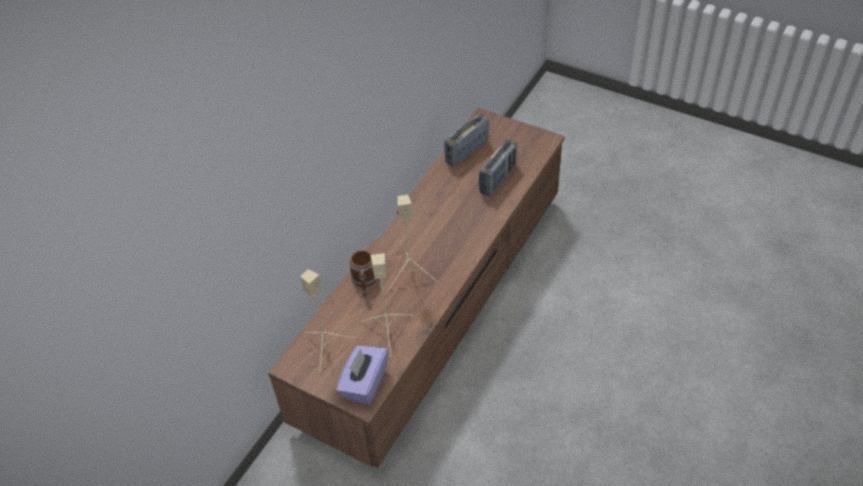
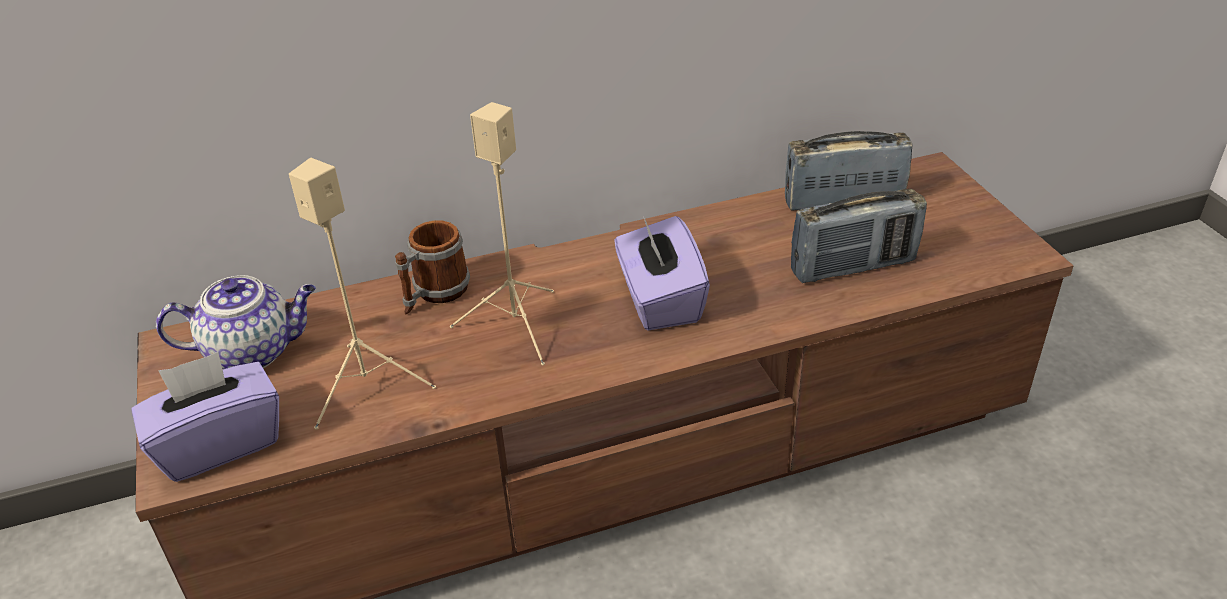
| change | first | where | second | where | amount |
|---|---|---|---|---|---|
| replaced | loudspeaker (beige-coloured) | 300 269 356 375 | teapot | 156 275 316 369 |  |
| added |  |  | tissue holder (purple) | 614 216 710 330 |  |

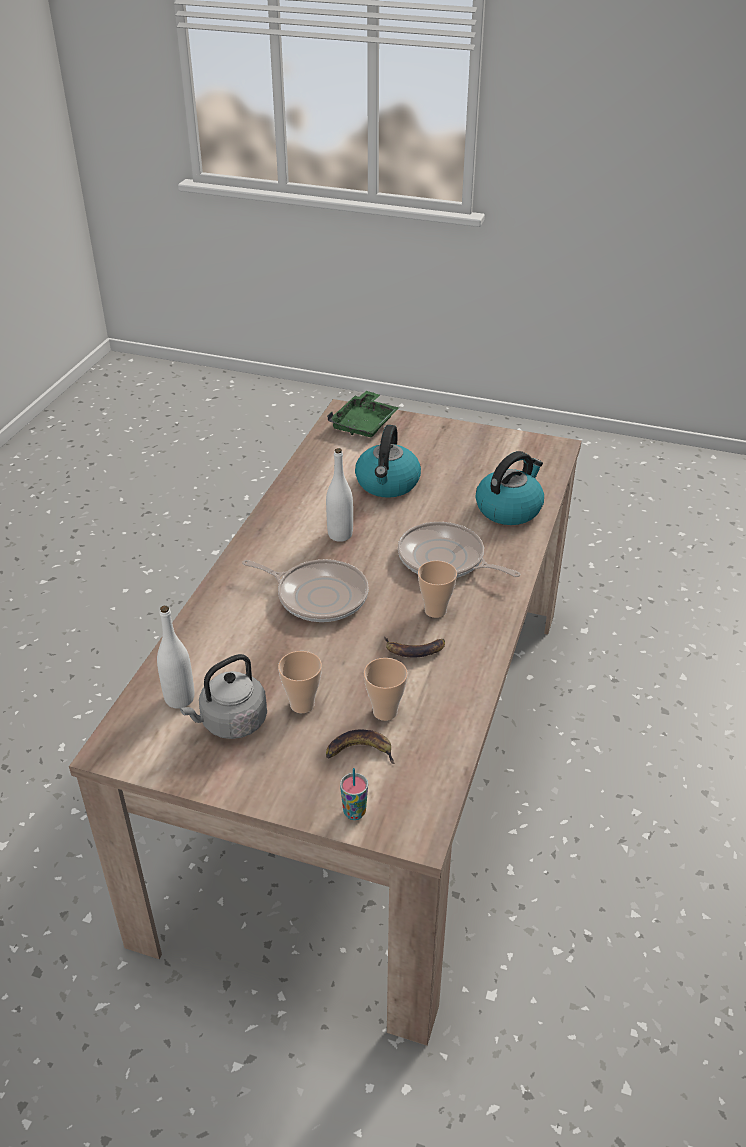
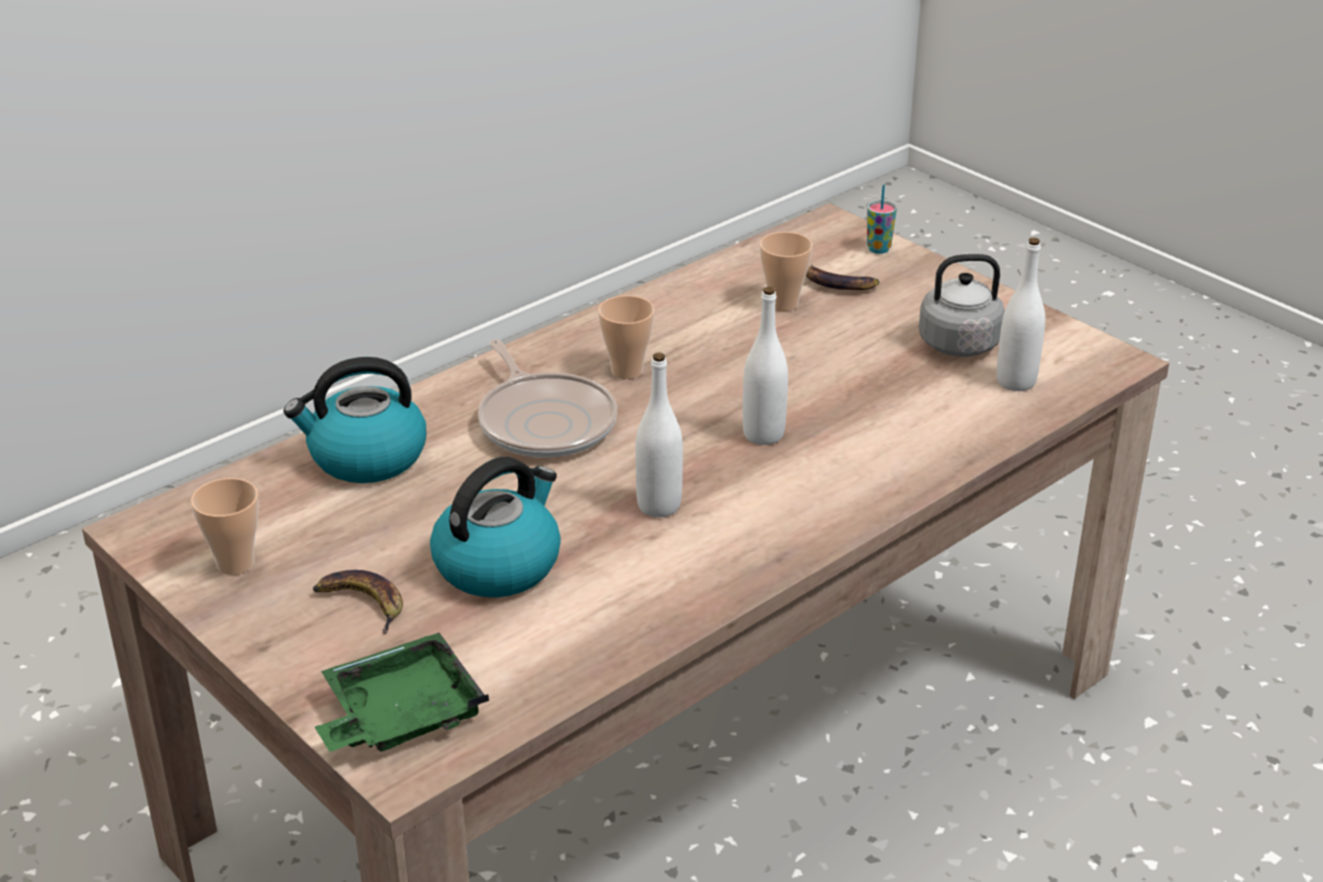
| change | first | where | second | where | amount |
|---|---|---|---|---|---|
| replaced | frying pan | 242 559 369 622 | bottle (white-coloured) | 743 287 788 445 |  |
| moved | drinking cup | 278 651 322 713 |  | 191 478 259 575 |  |
| moved | whole banana | 384 637 445 657 |  | 313 570 403 634 |  |

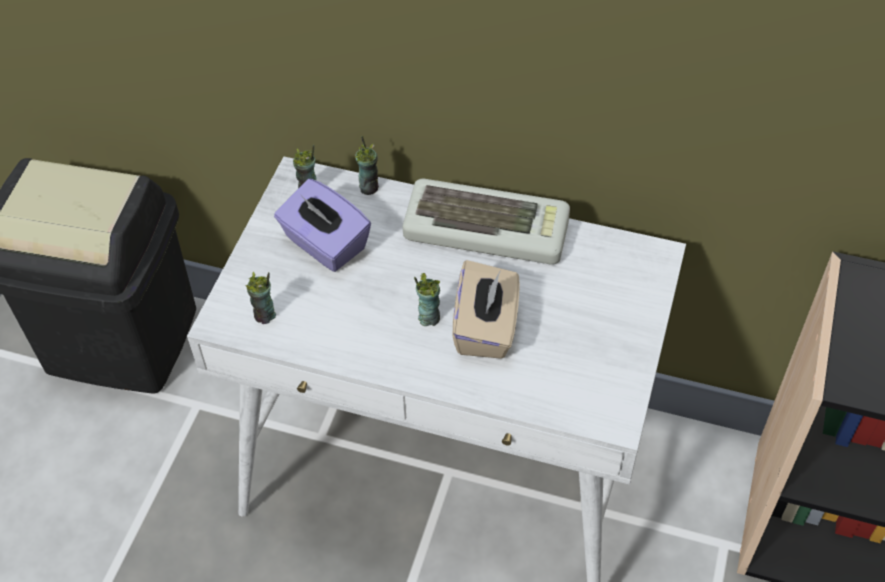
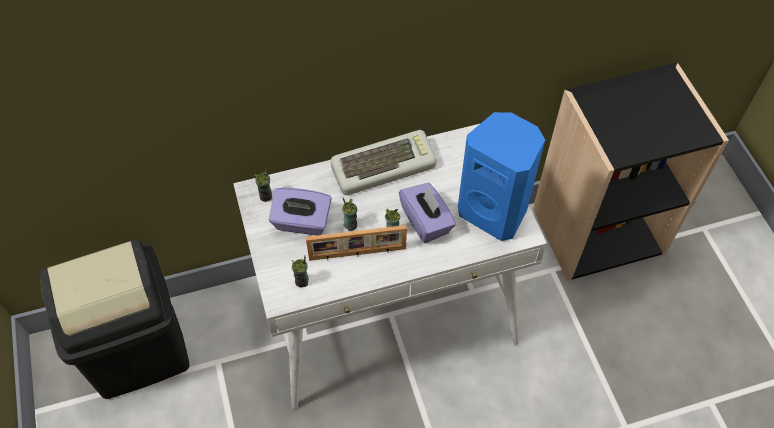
| change | first | where | second | where | amount |
|---|---|---|---|---|---|
| moved | drinking cup | 355 136 379 195 |  | 342 198 357 231 |  |
| recoloured | tissue holder (beige-coloured) | 453 260 520 359 | tissue holder (purple) | 399 183 456 243 |  |
| added |  |  | photo frame | 306 225 407 261 |  |
| added |  |  | loudspeaker (blue) | 458 112 545 241 |  |

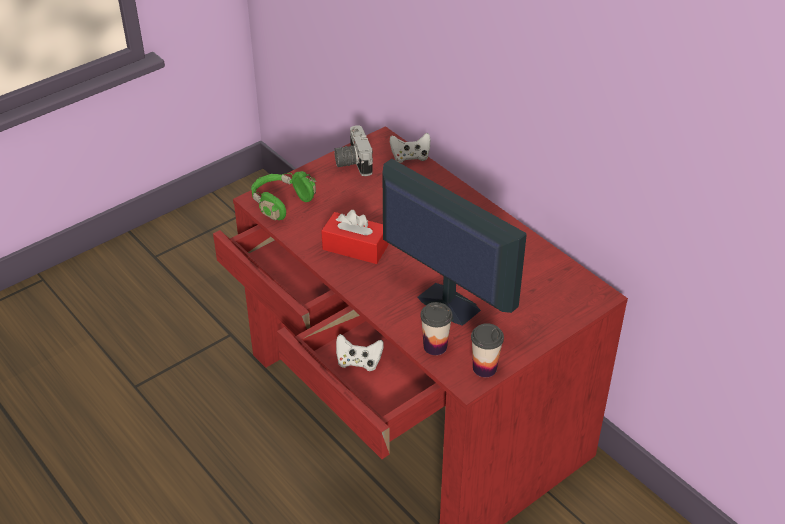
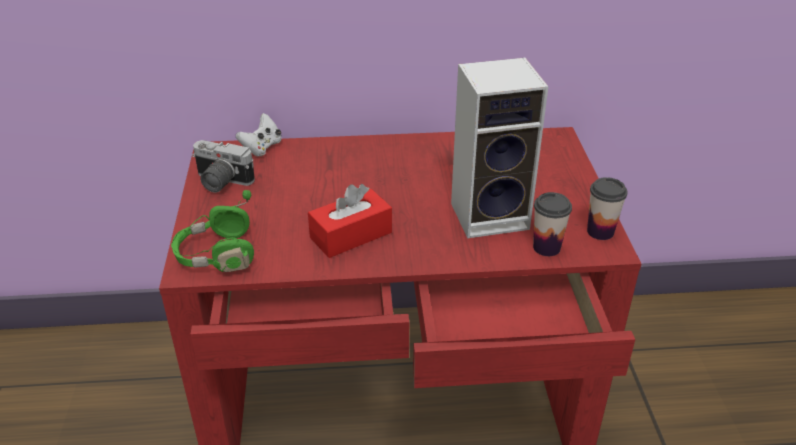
| change | first | where | second | where | amount |
|---|---|---|---|---|---|
| removed | game controller (white-coloured) | 336 334 384 371 |  |  |  |
| replaced | computer display | 383 159 527 326 | loudspeaker | 451 58 548 239 |  |

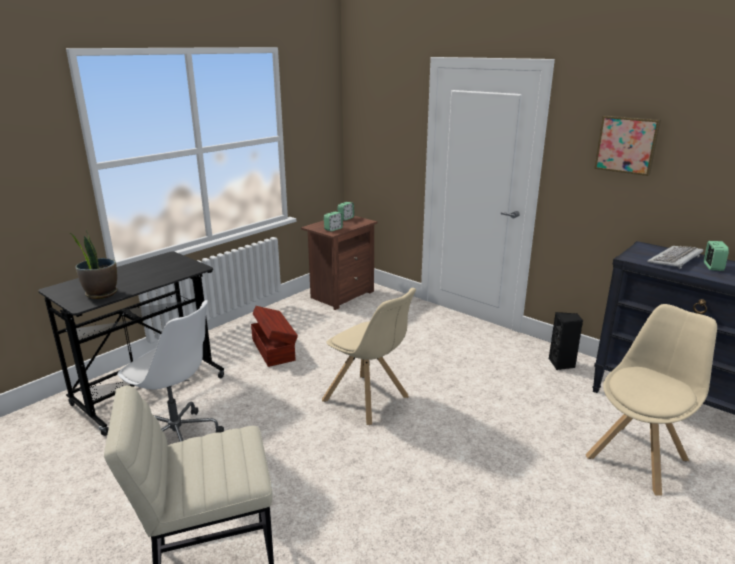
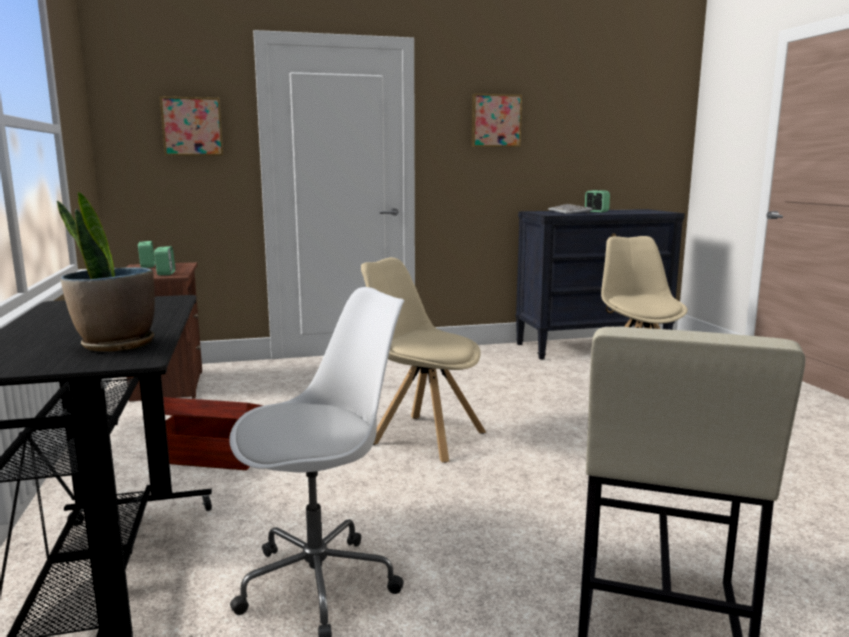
| change | first | where | second | where | amount |
|---|---|---|---|---|---|
| turned | plain chair (beige-coloured) | 322 288 416 425 |  | 361 257 486 463 | 135 degrees counterclockwise |
| removed | loudspeaker (black-coloured) | 549 312 583 370 |  |  |  |
| added |  |  | wall art | 160 96 224 156 |  |

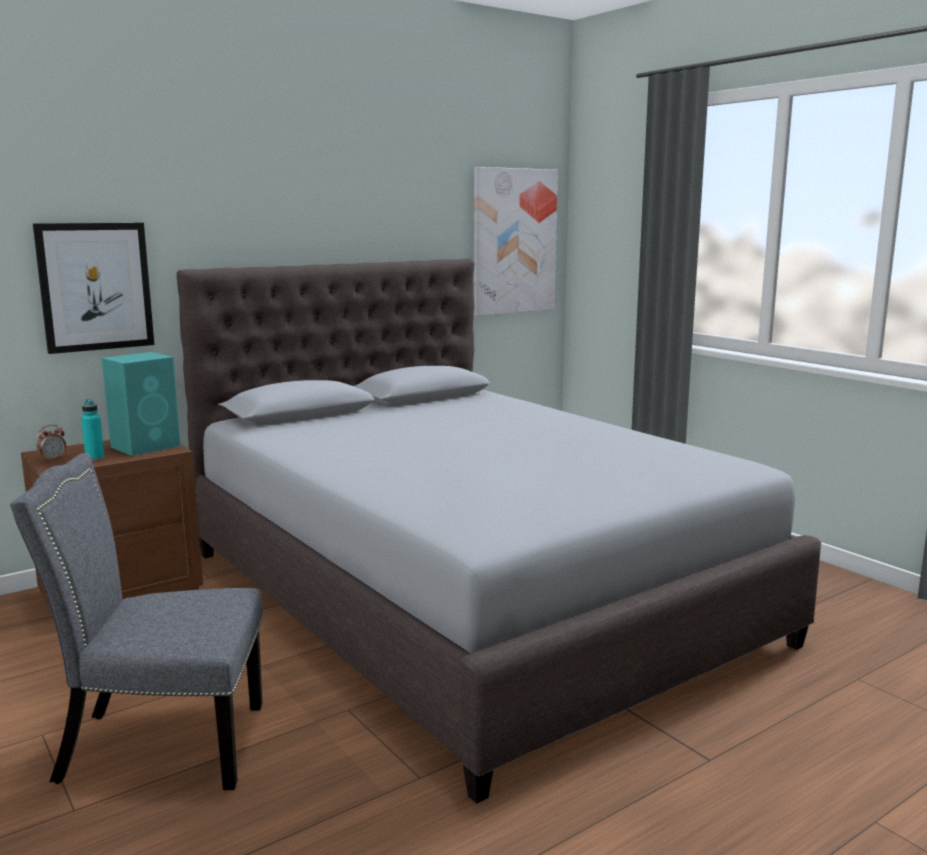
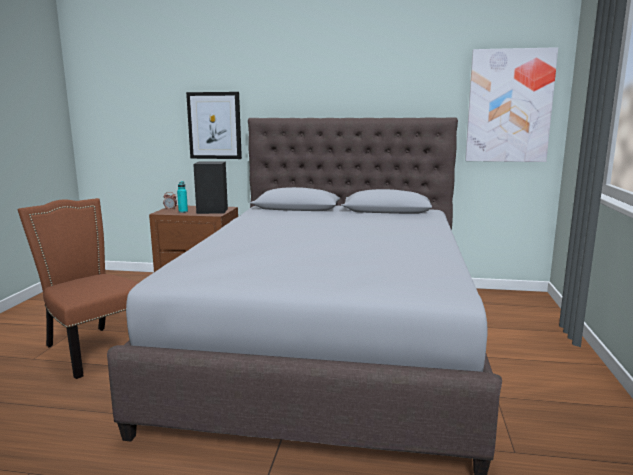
| change | first | where | second | where | amount |
|---|---|---|---|---|---|
| recoloured | plain chair (grey) | 10 453 264 790 | plain chair (brown) | 18 198 139 379 |  |
| recoloured | loudspeaker (turquoise-coloured) | 102 352 181 456 | loudspeaker (black-coloured) | 193 161 228 214 |  |

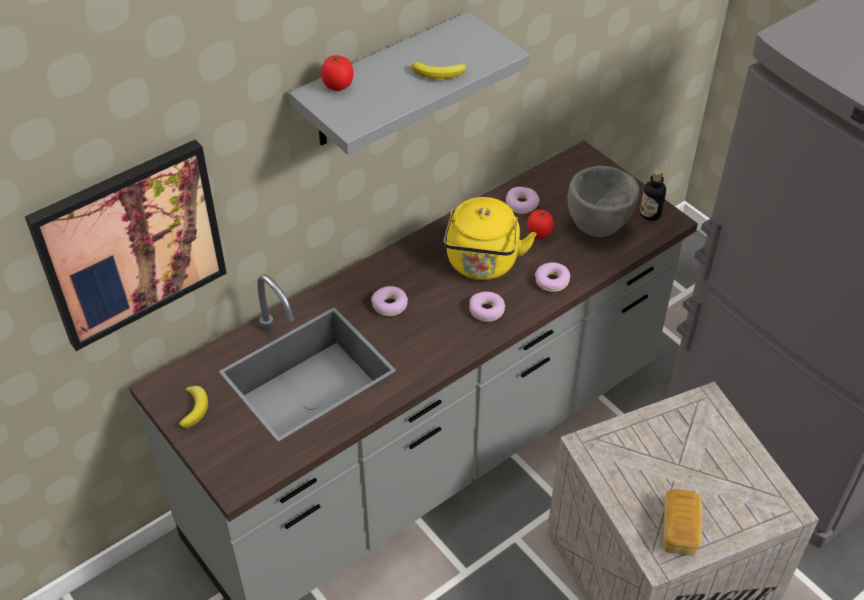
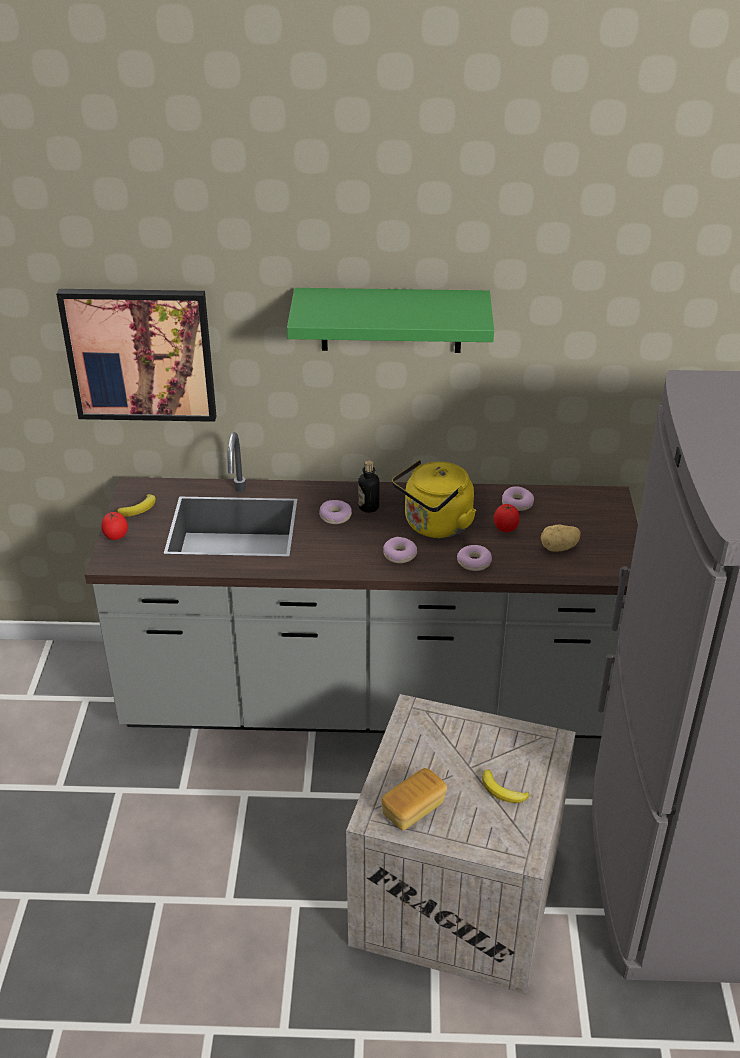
| change | first | where | second | where | amount |
|---|---|---|---|---|---|
| recoloured | shelf (grey) | 289 12 530 155 | shelf (green-coloured) | 287 288 494 353 |  |
| moved | fresh tomato | 321 55 353 91 |  | 101 512 128 540 |  |
| moved | whole banana | 412 61 466 79 |  | 482 770 529 803 |  |
| replaced | serving bowl (grey) | 568 166 640 237 | potato | 541 525 581 552 |  |
| moved | bottle | 640 169 666 221 |  | 358 460 379 513 |  |

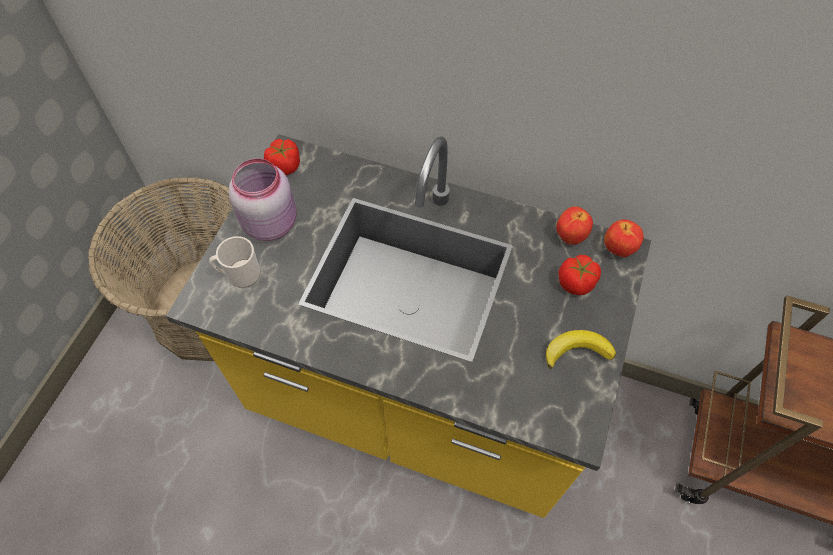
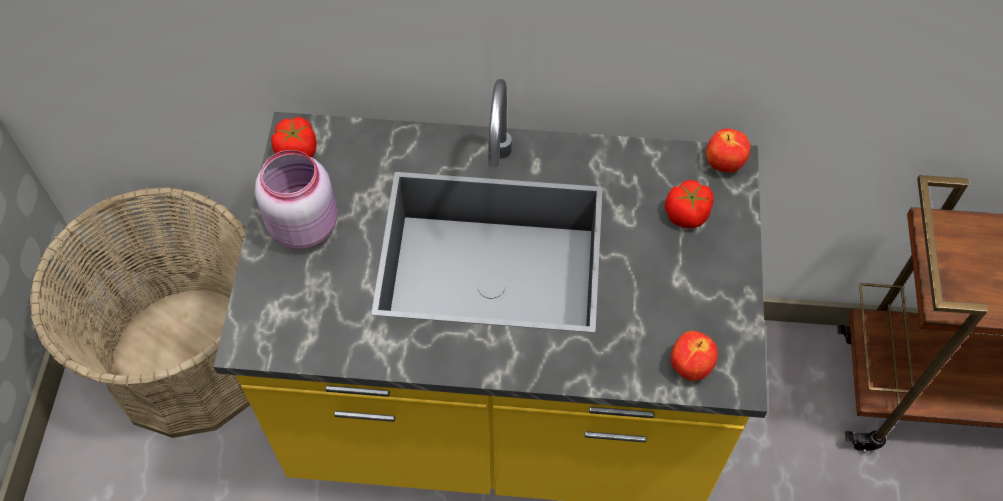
| change | first | where | second | where | amount |
|---|---|---|---|---|---|
| removed | tea mug | 209 236 260 288 |  |  |  |
| removed | whole banana | 546 330 616 369 |  |  |  |
| moved | whole apple | 556 206 593 245 |  | 671 331 718 381 |  |

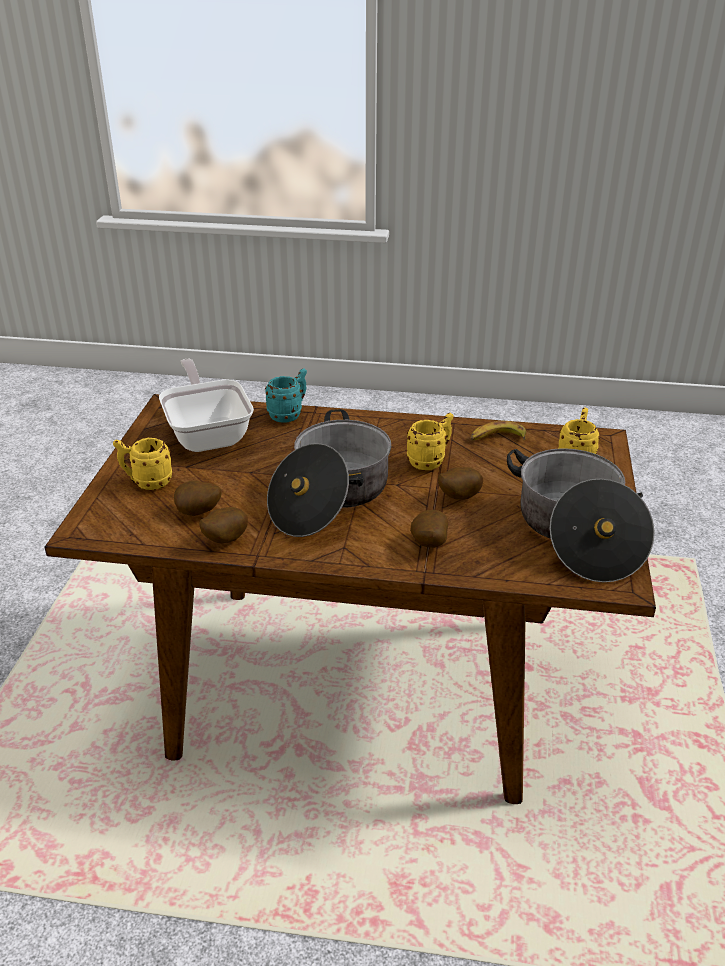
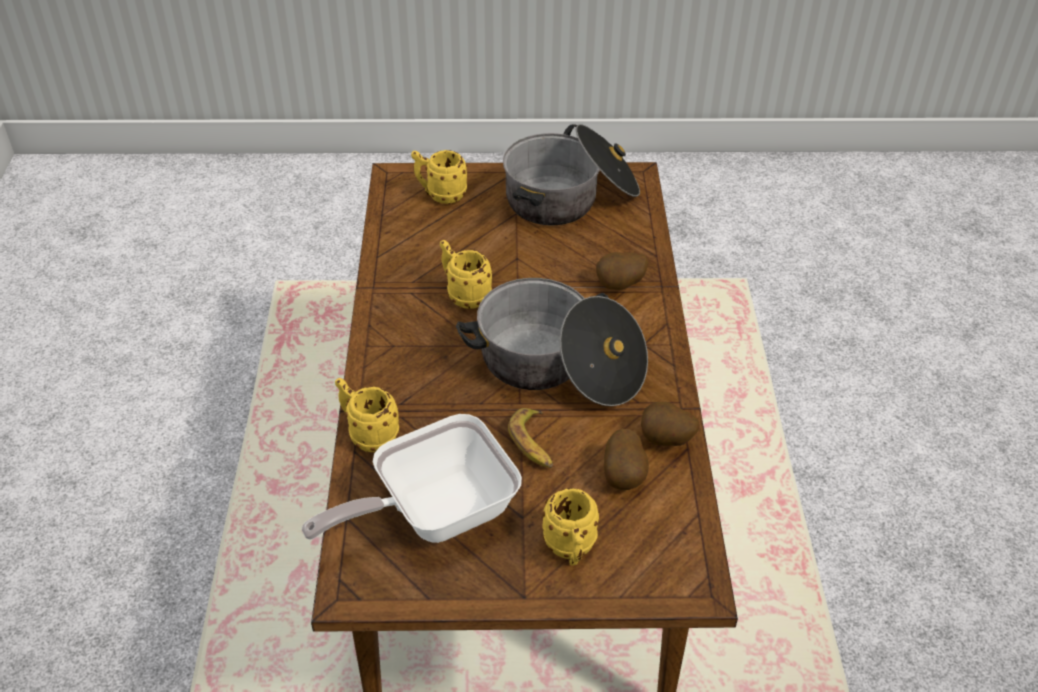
| change | first | where | second | where | amount |
|---|---|---|---|---|---|
| recoloured | tea mug (turquoise-coloured) | 265 368 307 422 | tea mug (yellow-coloured) | 335 378 399 452 |  |
| removed | potato | 438 467 483 500 |  |  |  |
| moved | whole banana | 471 421 526 441 |  | 508 408 553 468 |  |

